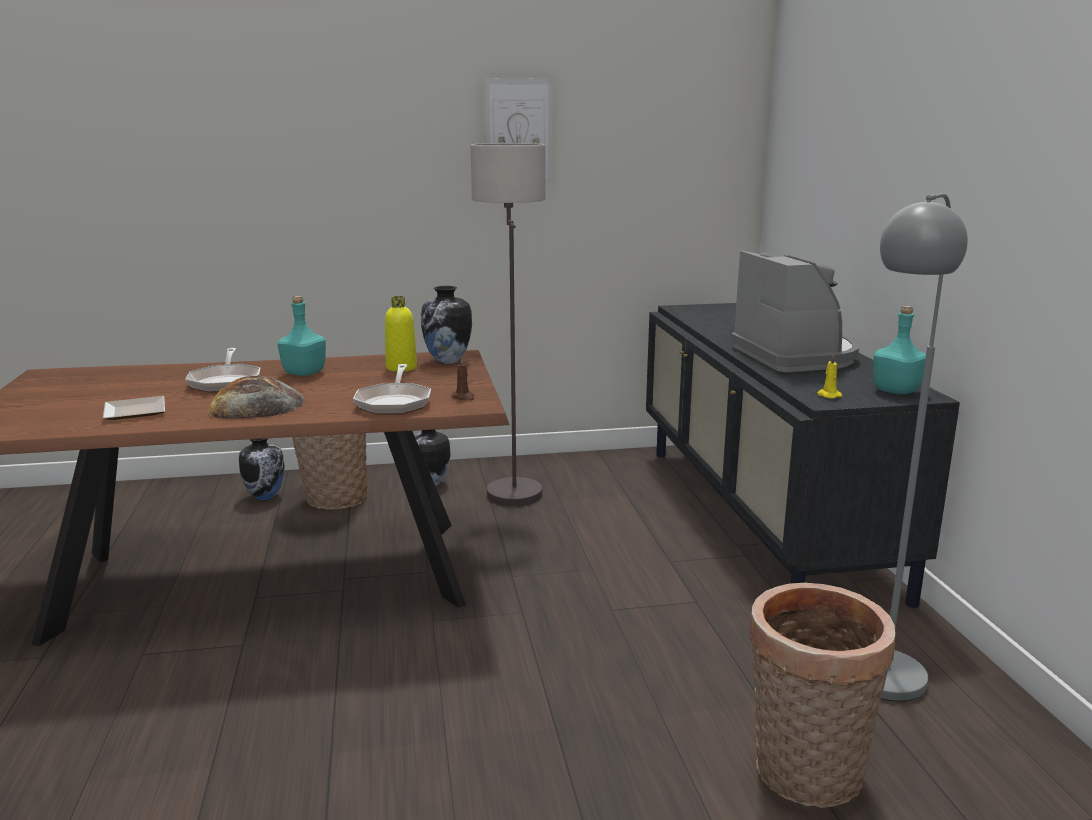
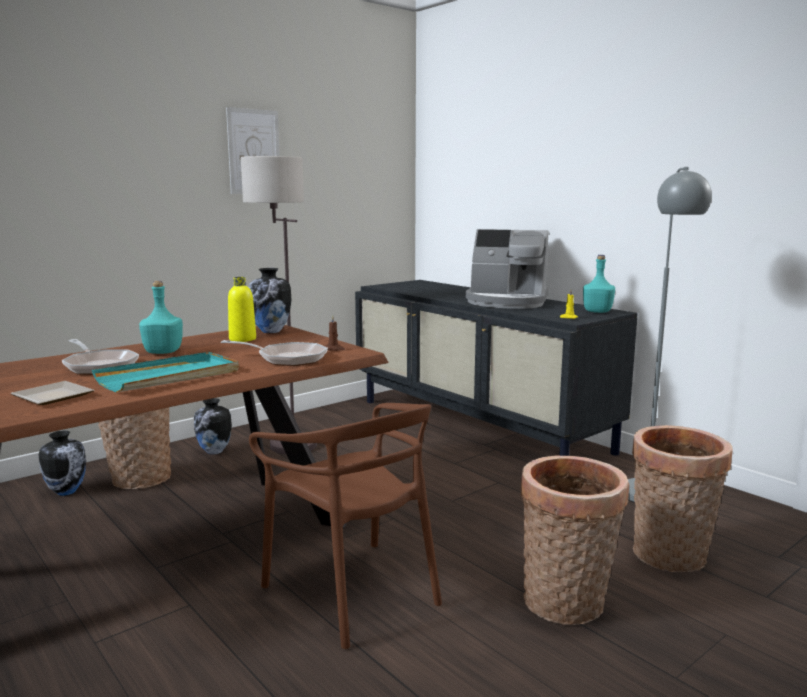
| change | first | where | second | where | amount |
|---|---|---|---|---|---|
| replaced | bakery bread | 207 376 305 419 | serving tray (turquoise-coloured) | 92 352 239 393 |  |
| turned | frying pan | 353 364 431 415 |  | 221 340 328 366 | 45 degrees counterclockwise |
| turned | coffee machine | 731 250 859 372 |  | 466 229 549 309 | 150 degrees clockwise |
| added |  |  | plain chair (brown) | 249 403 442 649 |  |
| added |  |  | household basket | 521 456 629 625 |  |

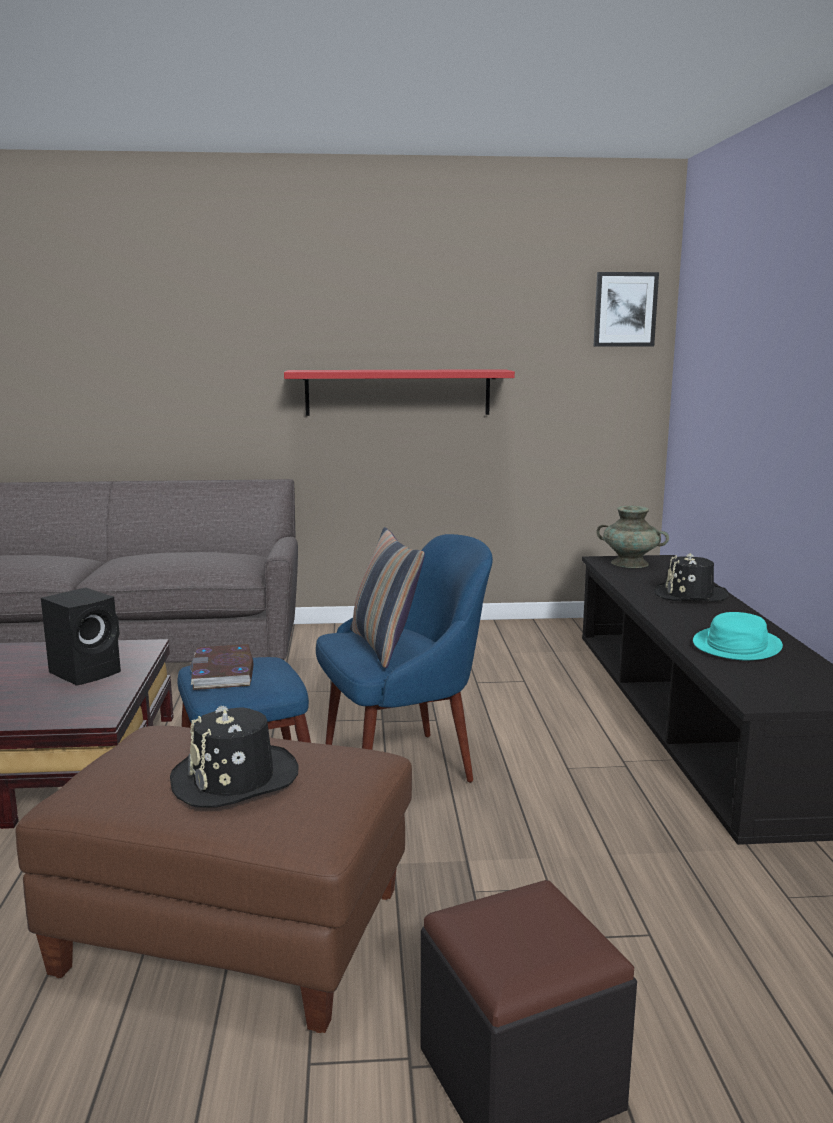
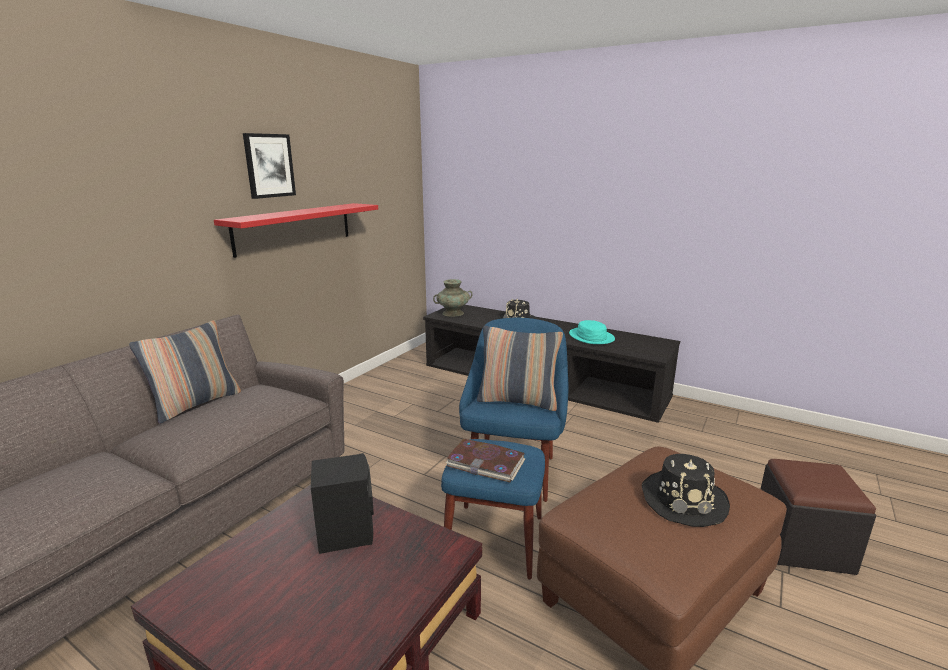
| change | first | where | second | where | amount |
|---|---|---|---|---|---|
| moved | wall art | 594 272 659 347 |  | 243 133 296 199 |  |
| added |  |  | throw pillow | 129 320 241 424 |  |

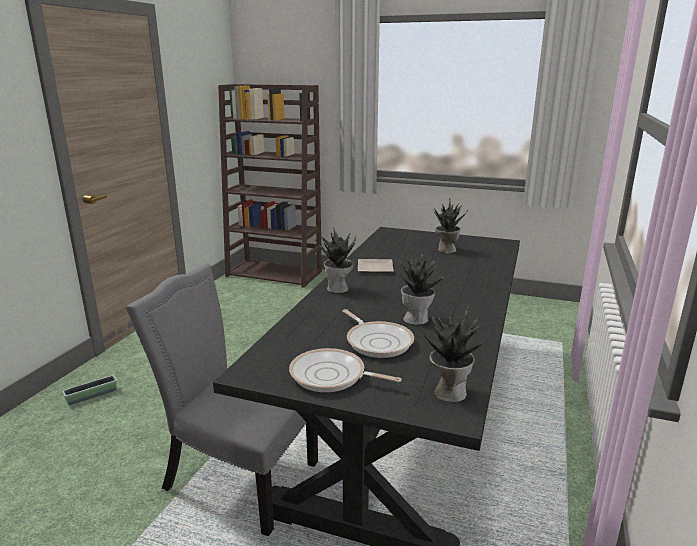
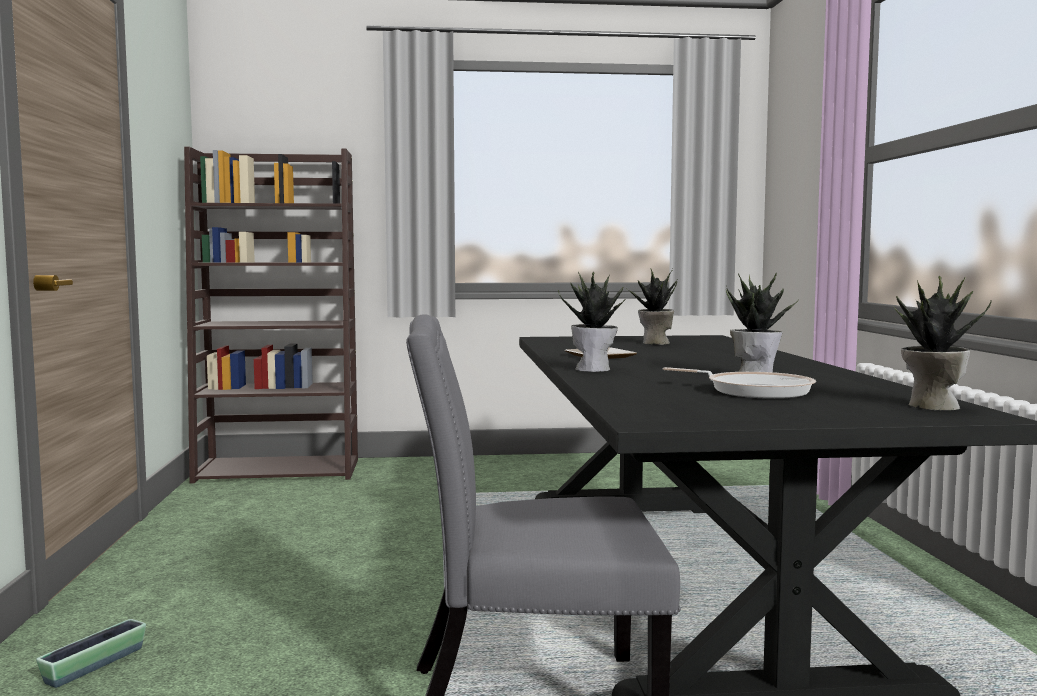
| change | first | where | second | where | amount |
|---|---|---|---|---|---|
| removed | frying pan | 289 348 401 392 |  |  |  |

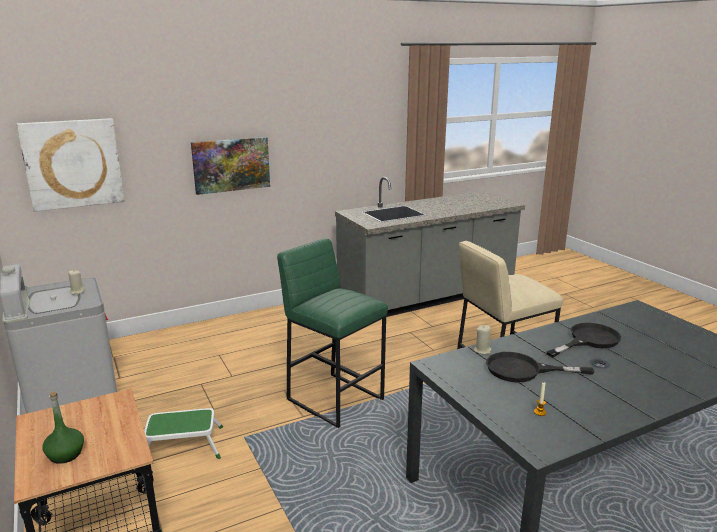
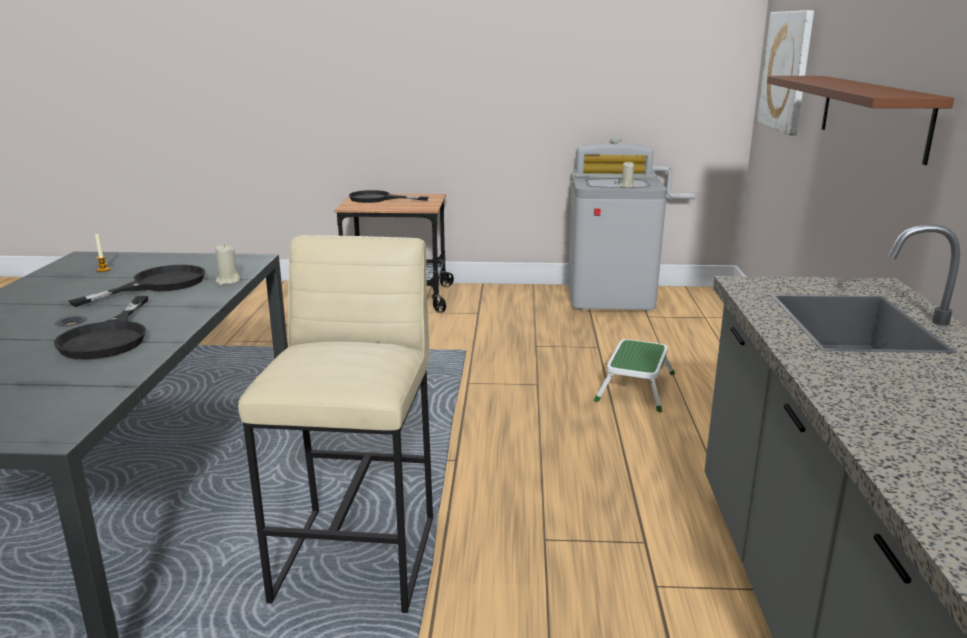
| change | first | where | second | where | amount |
|---|---|---|---|---|---|
| replaced | bottle (green-coloured) | 42 392 84 464 | frying pan (black-coloured) | 349 190 429 203 |  |
| moved | step stool (green-coloured) | 144 408 223 459 |  | 594 339 675 412 |  |
| replaced | wall art | 191 137 270 195 | shelf (brown) | 767 76 954 165 |  |
| removed | stool seat (green-coloured) | 277 239 388 428 |  |  |  |

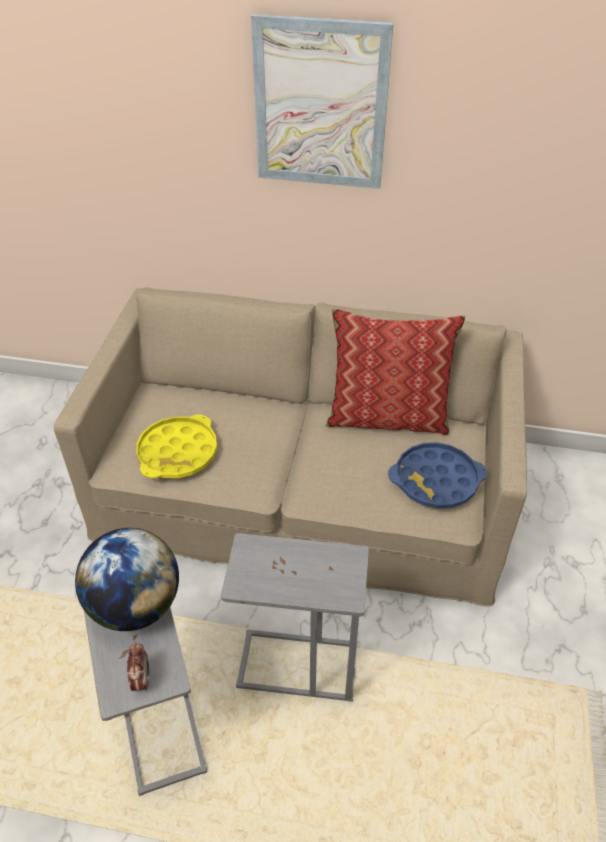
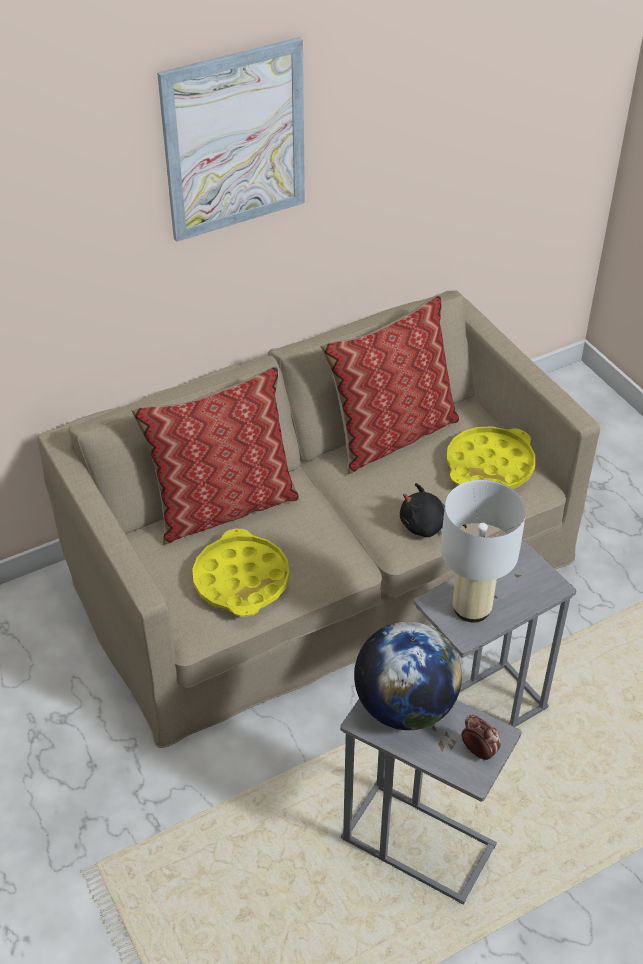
| change | first | where | second | where | amount |
|---|---|---|---|---|---|
| recoloured | serving tray (blue) | 388 442 487 509 | serving tray (yellow-coloured) | 446 426 535 489 |  |
| added |  |  | throw pillow | 131 365 299 545 |  |
| added |  |  | cuddly toy (black-coloured) | 400 483 467 537 |  |
| added |  |  | table lamp (white-coloured) | 441 480 526 623 |  |

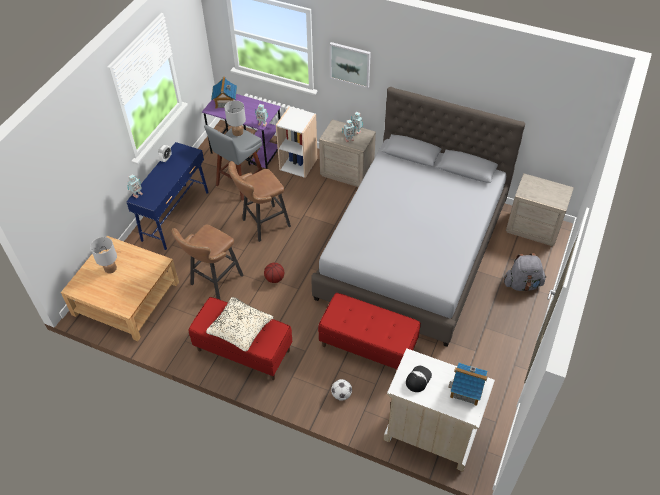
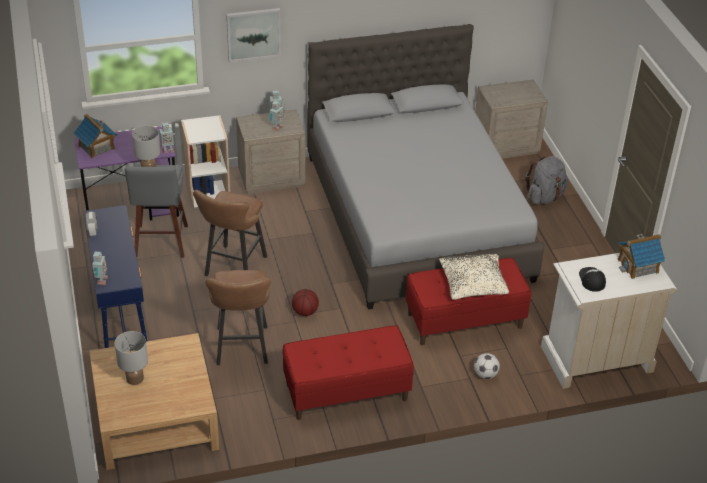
| change | first | where | second | where | amount |
|---|---|---|---|---|---|
| moved | throw pillow (beige-coloured) | 206 297 273 352 |  | 439 254 509 300 |  |

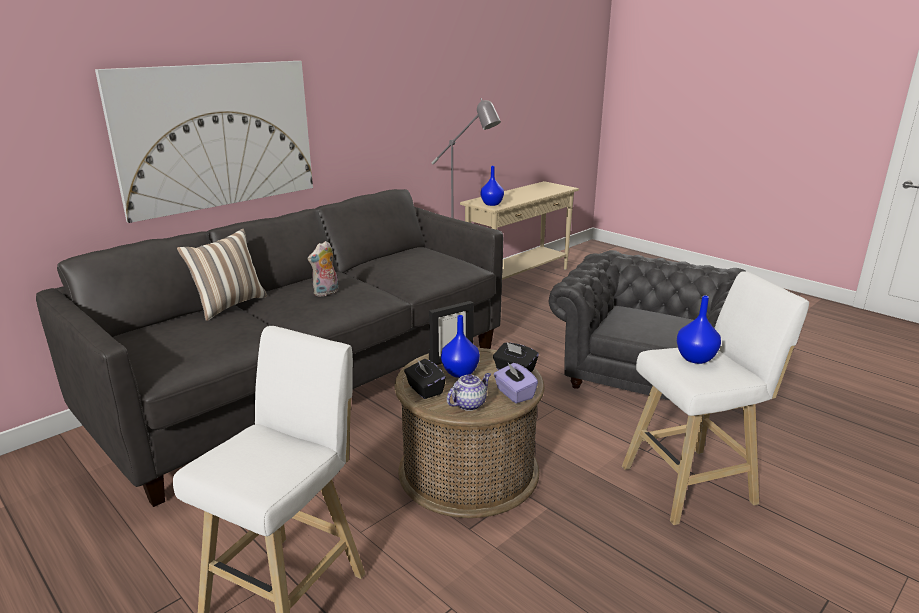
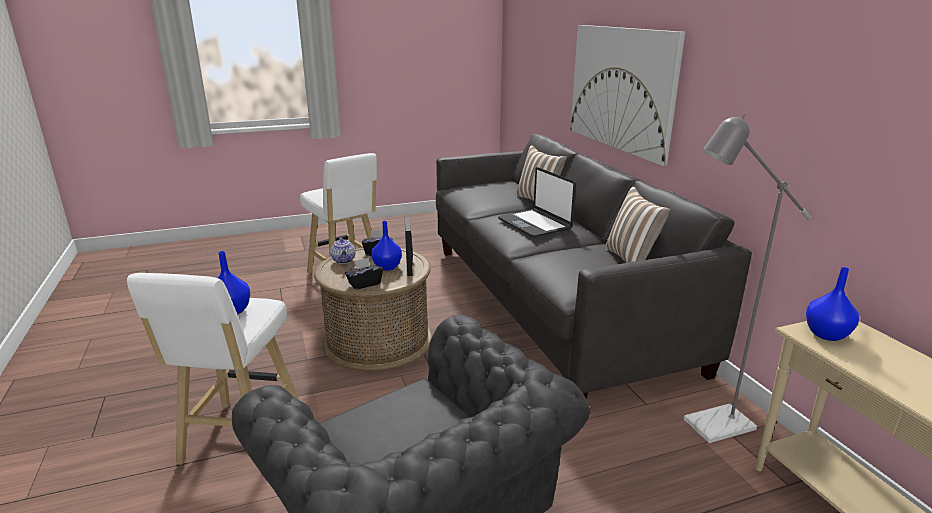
| change | first | where | second | where | amount |
|---|---|---|---|---|---|
| replaced | cuddly toy | 308 241 338 296 | notebook computer | 498 167 576 237 |  |
| removed | tissue holder (purple) | 494 363 538 404 |  |  |  |
| added |  |  | throw pillow | 605 187 670 263 |  |

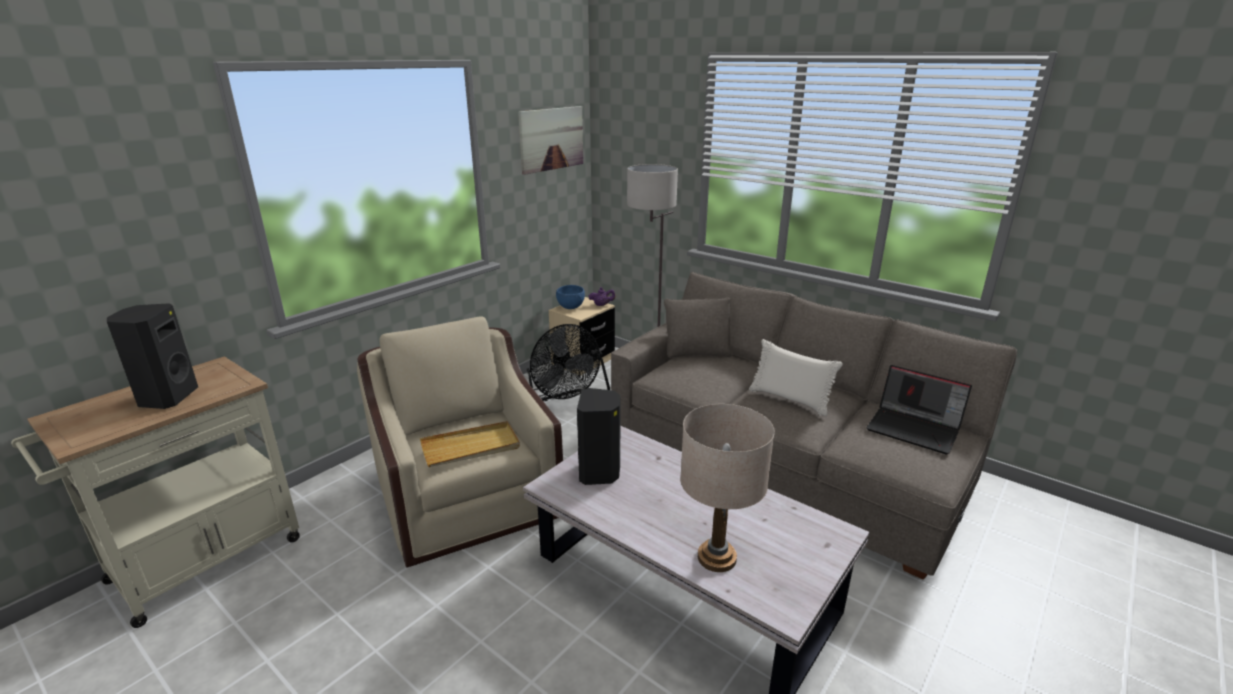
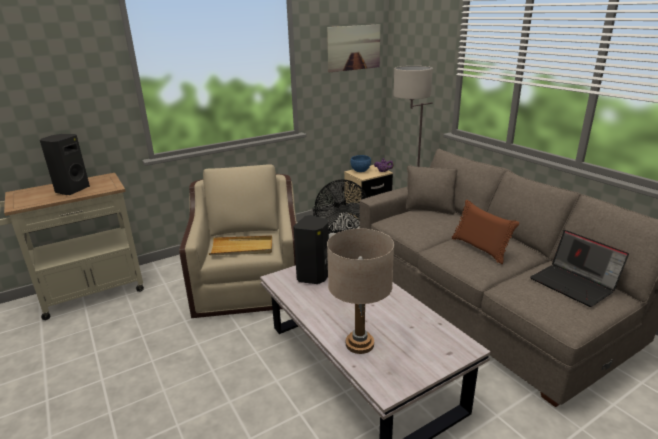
| change | first | where | second | where | amount |
|---|---|---|---|---|---|
| recoloured | throw pillow (white-coloured) | 749 339 843 416 | throw pillow (brown) | 452 200 519 264 |  |

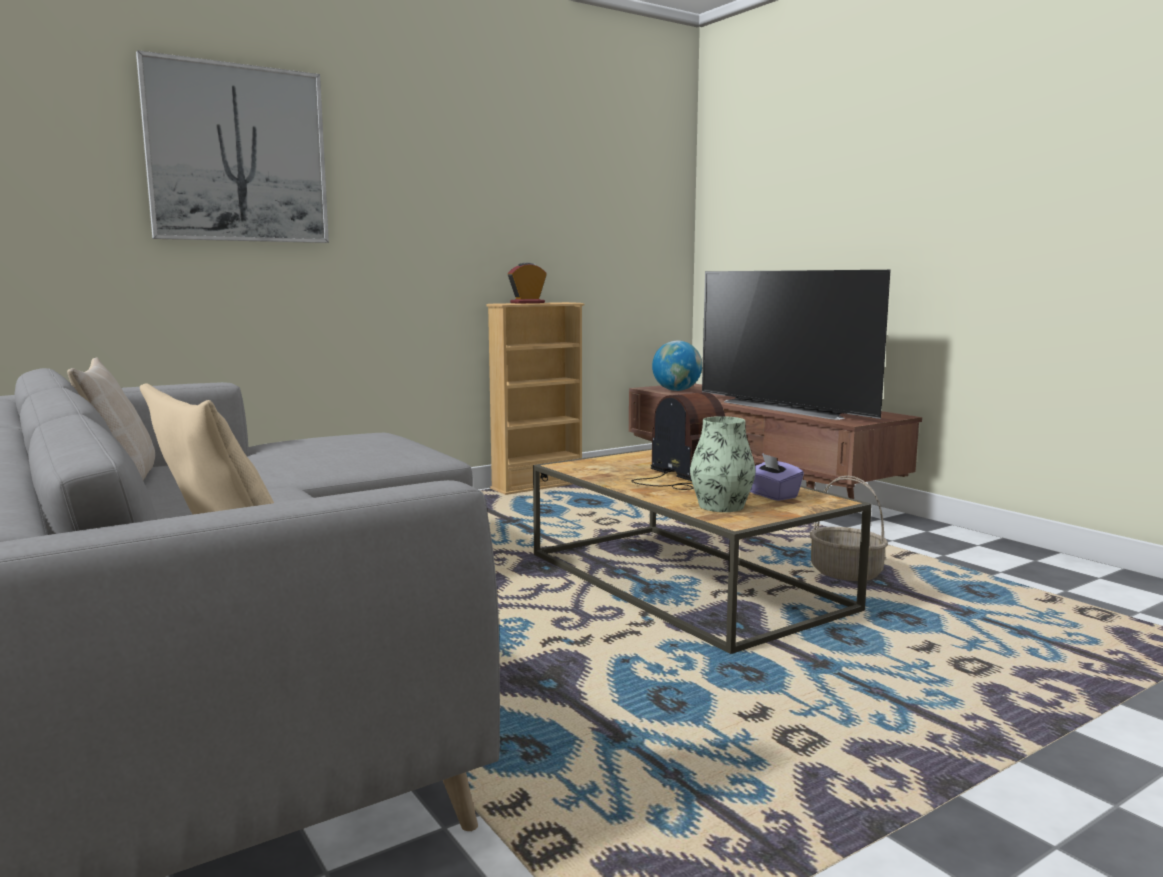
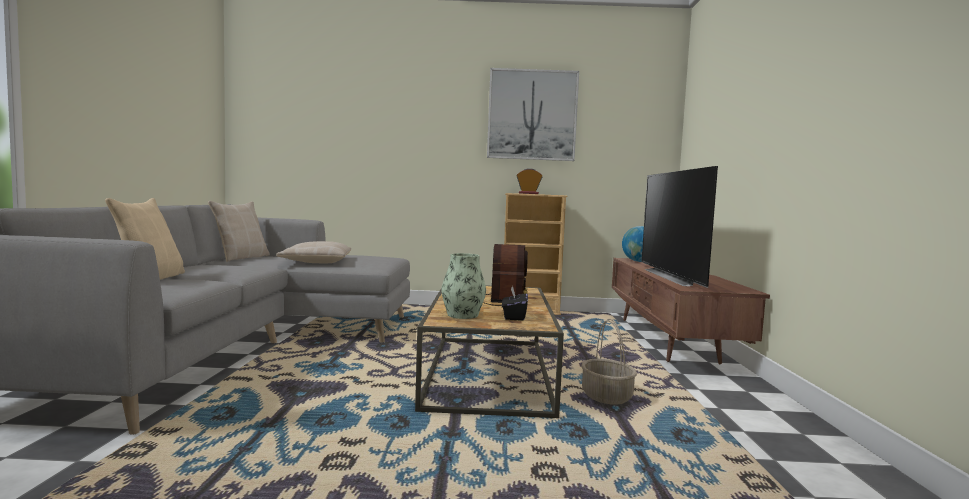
| change | first | where | second | where | amount |
|---|---|---|---|---|---|
| moved | wall art | 136 50 329 243 |  | 487 68 579 161 |  |
| recoloured | tissue holder (purple) | 750 453 804 501 | tissue holder (black-coloured) | 502 286 528 321 |  |
| added |  |  | throw pillow (beige-coloured) | 276 241 351 263 |  |

